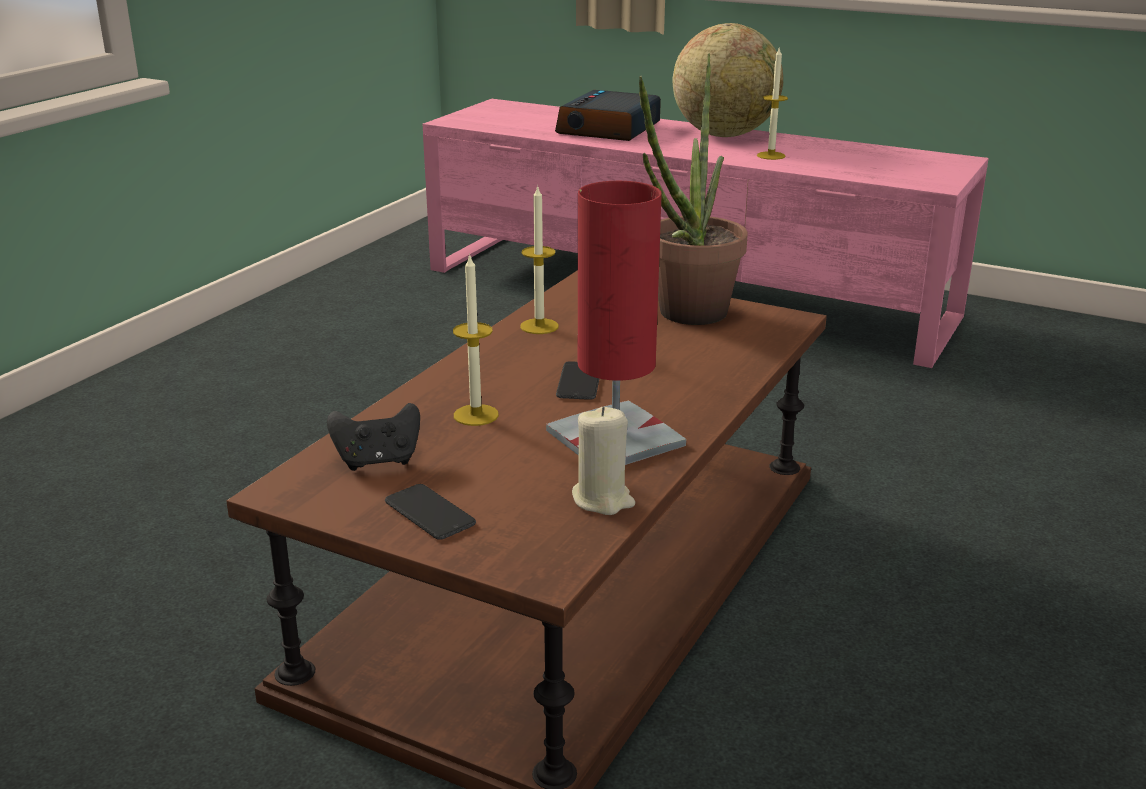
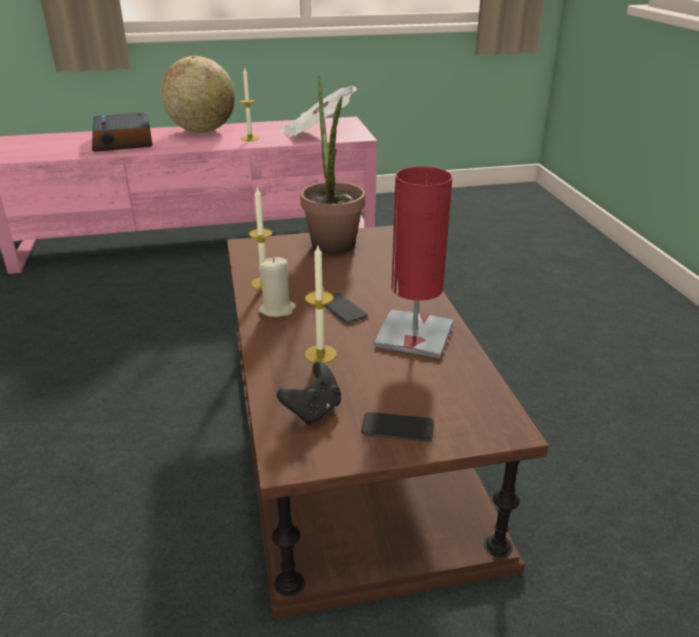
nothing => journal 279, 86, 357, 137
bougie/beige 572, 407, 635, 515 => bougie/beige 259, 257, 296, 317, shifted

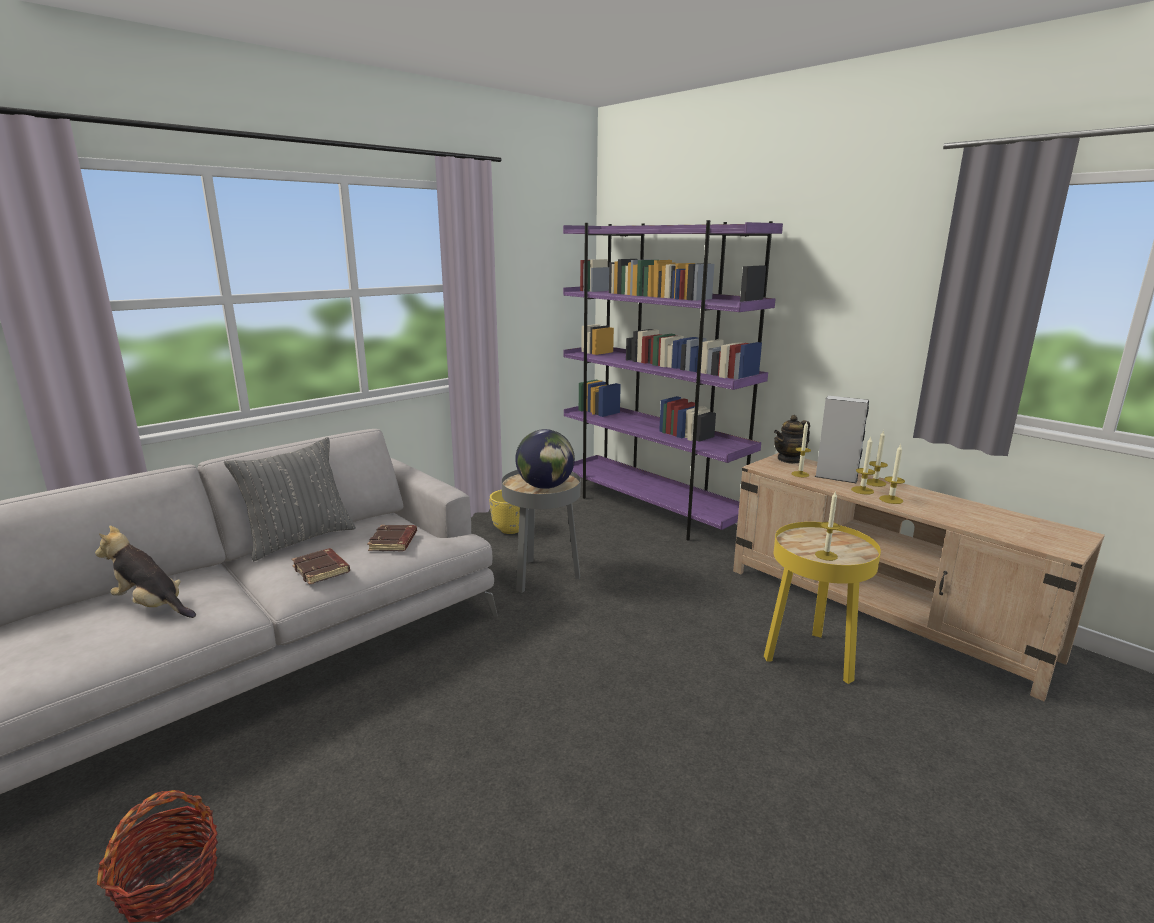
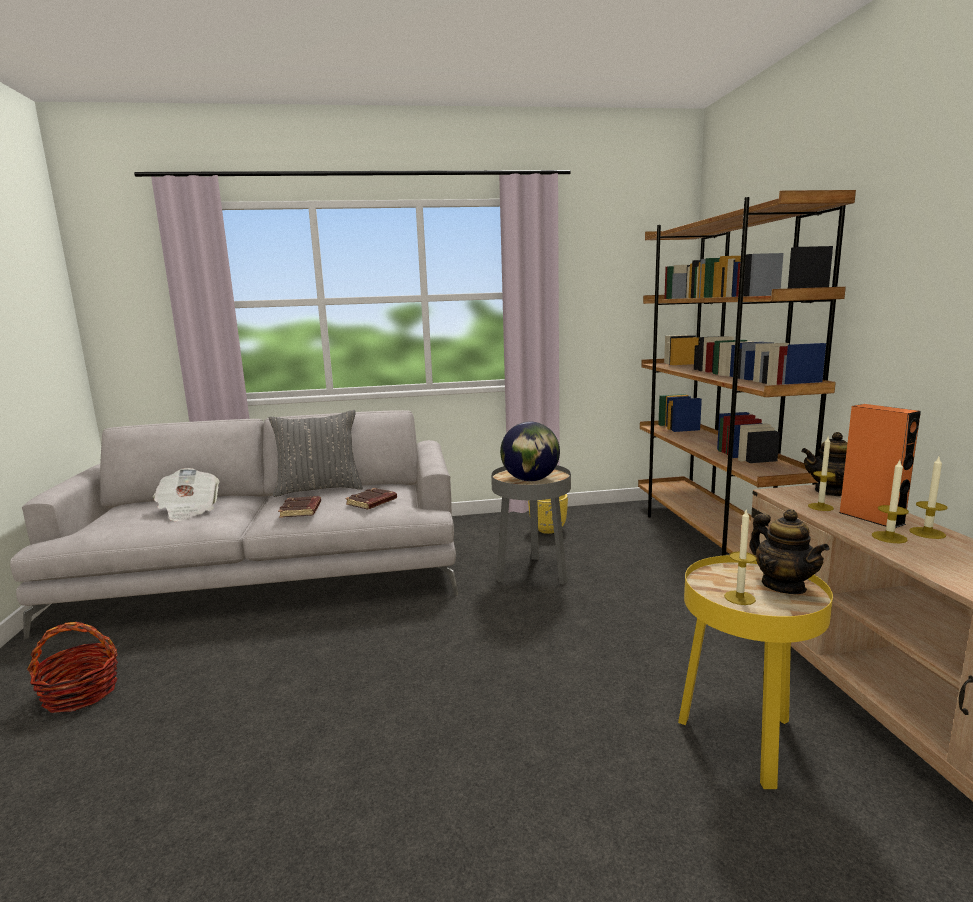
bougie 879, 444, 905, 504 => nothing
nothing => théière 749, 509, 830, 594
peluche 95, 526, 196, 618 => journal 153, 468, 220, 521
bibliothèque/violet 563, 220, 783, 541 => bibliothèque/marron 638, 190, 856, 556
enceinte/gris 815, 396, 869, 483 => enceinte/orange 839, 404, 921, 528

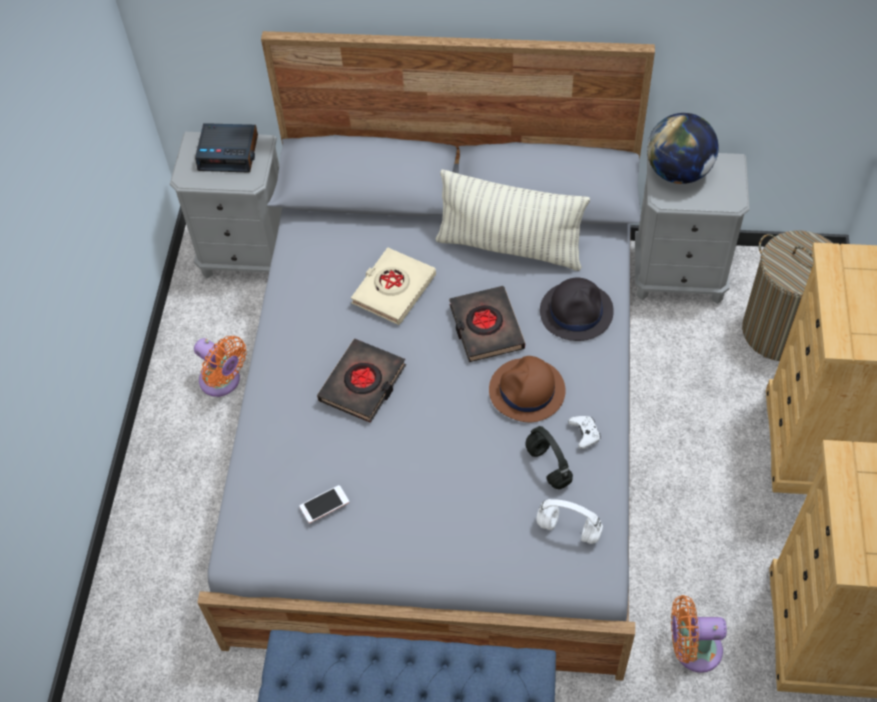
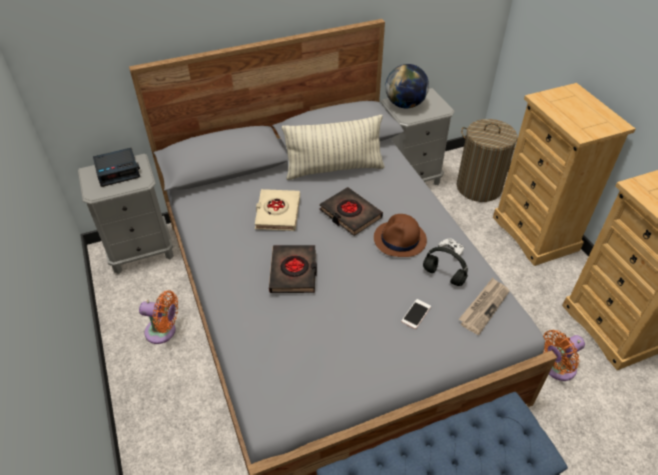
chapeau/noir 540, 278, 614, 341 => nothing
téléphone 300, 485, 349, 523 => téléphone 401, 299, 431, 329, shifted
casque audio/blanc 536, 499, 603, 544 => journal 459, 278, 509, 335

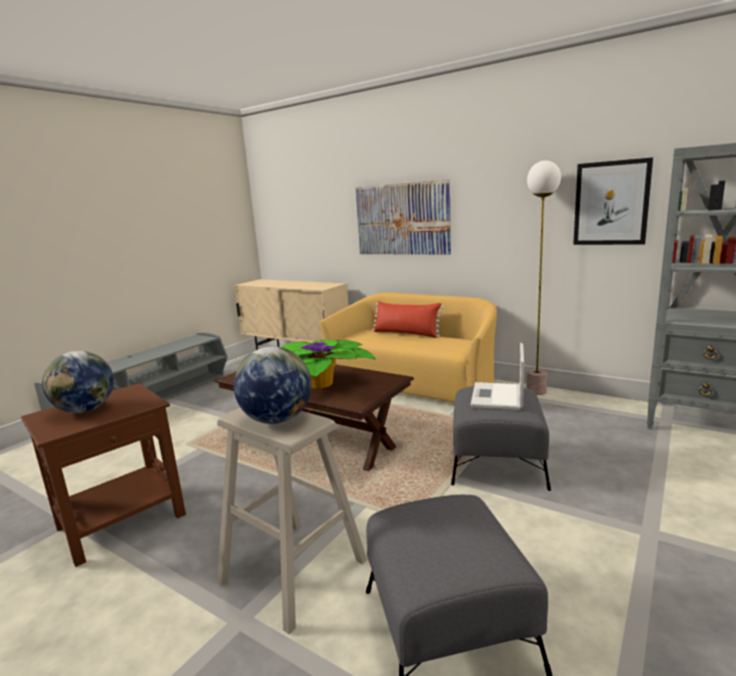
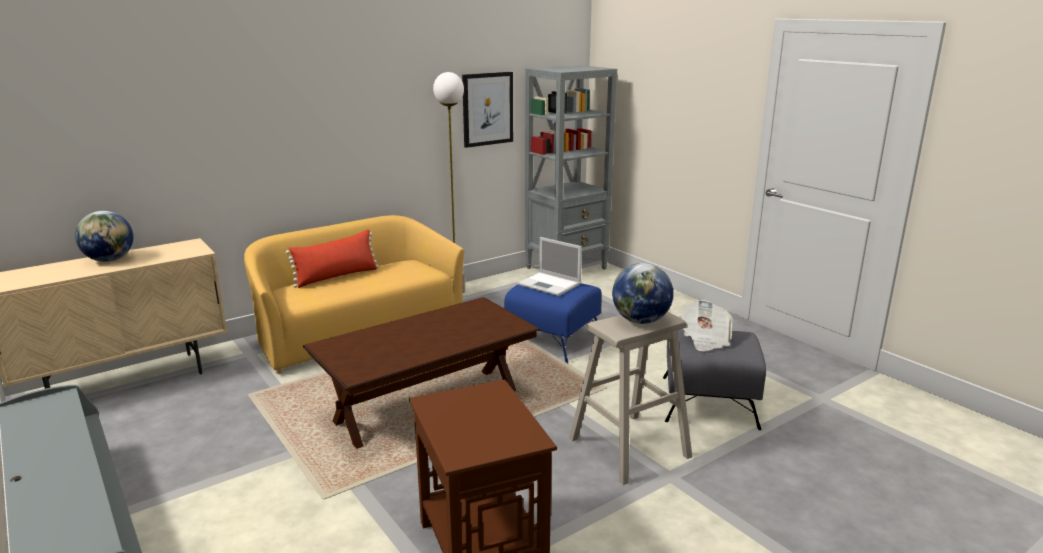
plante en pot 282, 340, 376, 389 => nothing
tableau 355, 179, 451, 255 => nothing
nothing => journal 681, 300, 733, 351
globe 42, 351, 114, 413 => globe 75, 211, 133, 262, shifted
pouf/gris 451, 386, 551, 491 => pouf/bleu 504, 283, 602, 363

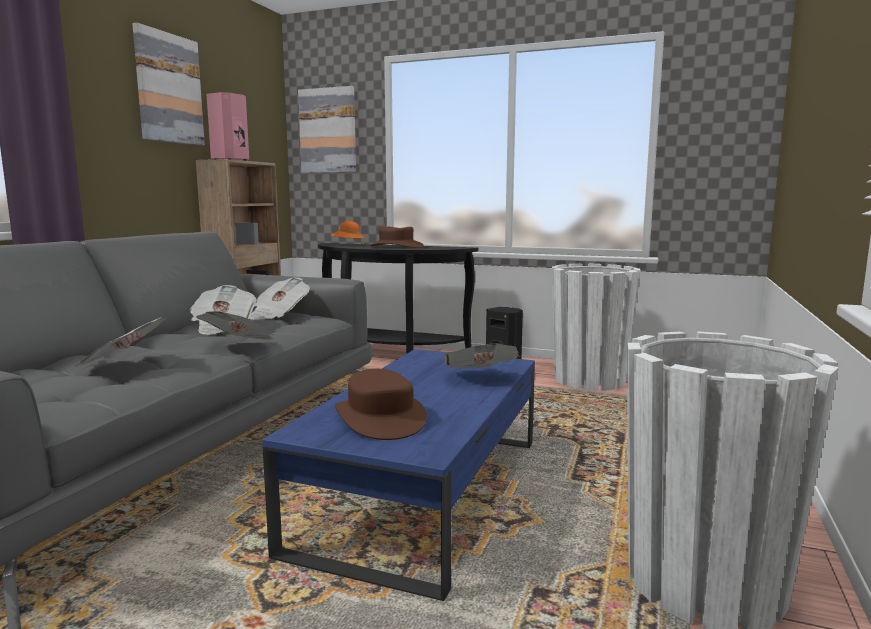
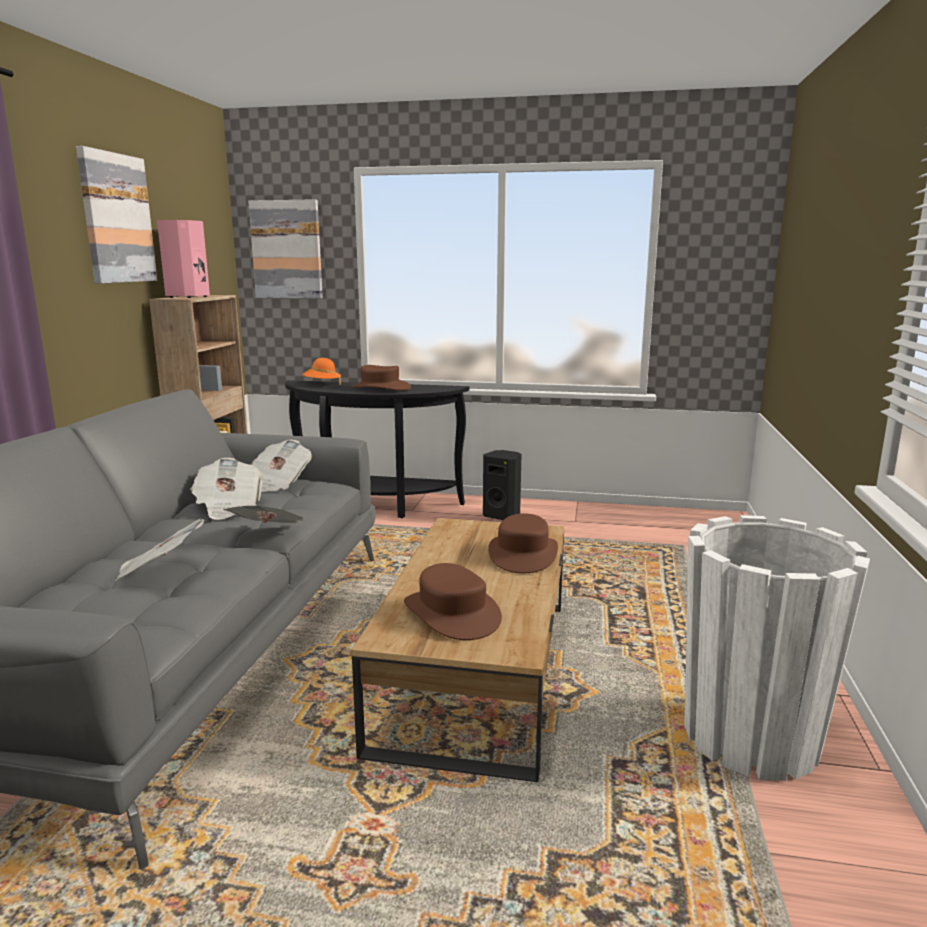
cache-pot/blanc 552, 263, 641, 391 => nothing
journal 444, 343, 519, 368 => chapeau/marron 488, 513, 558, 573
table basse/bleu 262, 349, 535, 601 => table basse/marron 352, 518, 564, 782

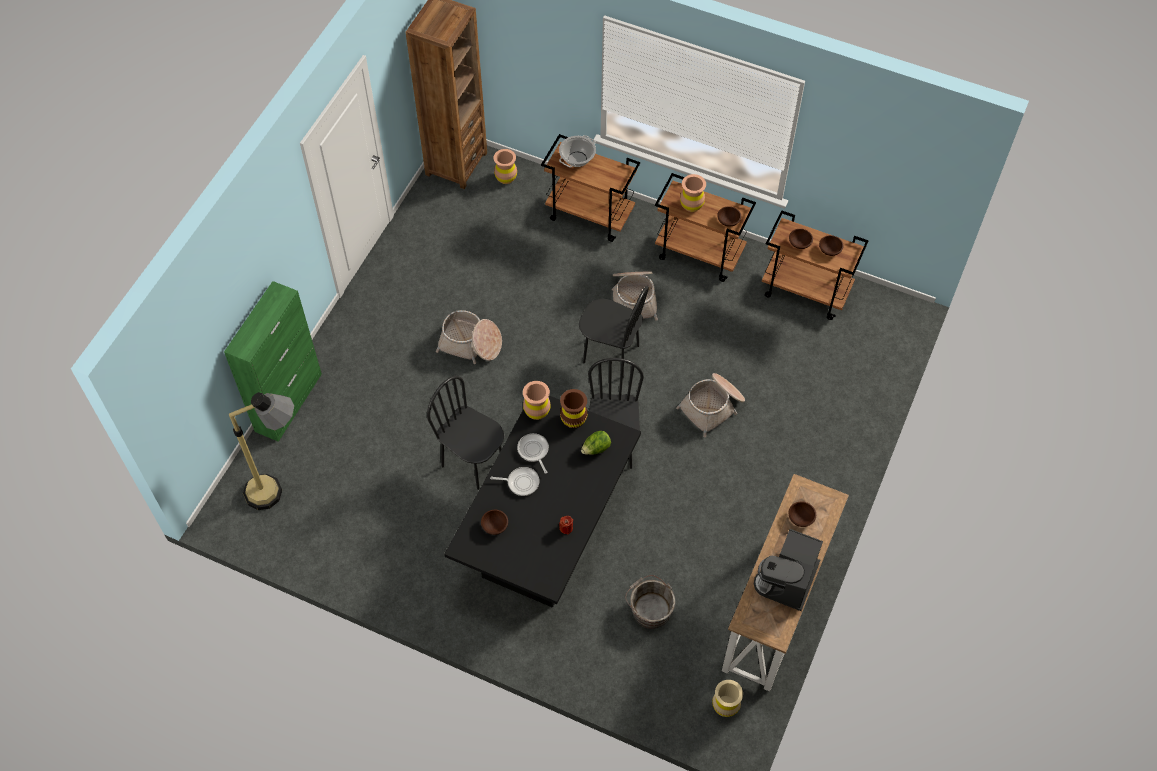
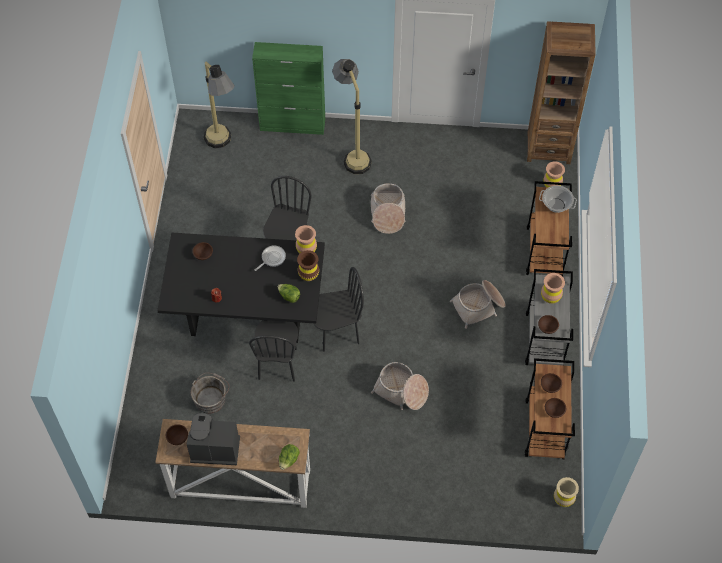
poêle 490, 467, 540, 496 => nothing
nothing => laitue 279, 444, 300, 470
nothing => lampadaire 332, 59, 372, 174
chaise/noir 579, 286, 649, 378 => chaise/noir 249, 320, 298, 382, shifted
vase/beige 712, 680, 743, 717 => vase/beige 554, 477, 579, 507, shifted
bol/marron 789, 502, 816, 527 => bol/marron 166, 424, 188, 445, shifted
chariot/marron 655, 173, 756, 282 => chariot/gris 525, 269, 573, 366

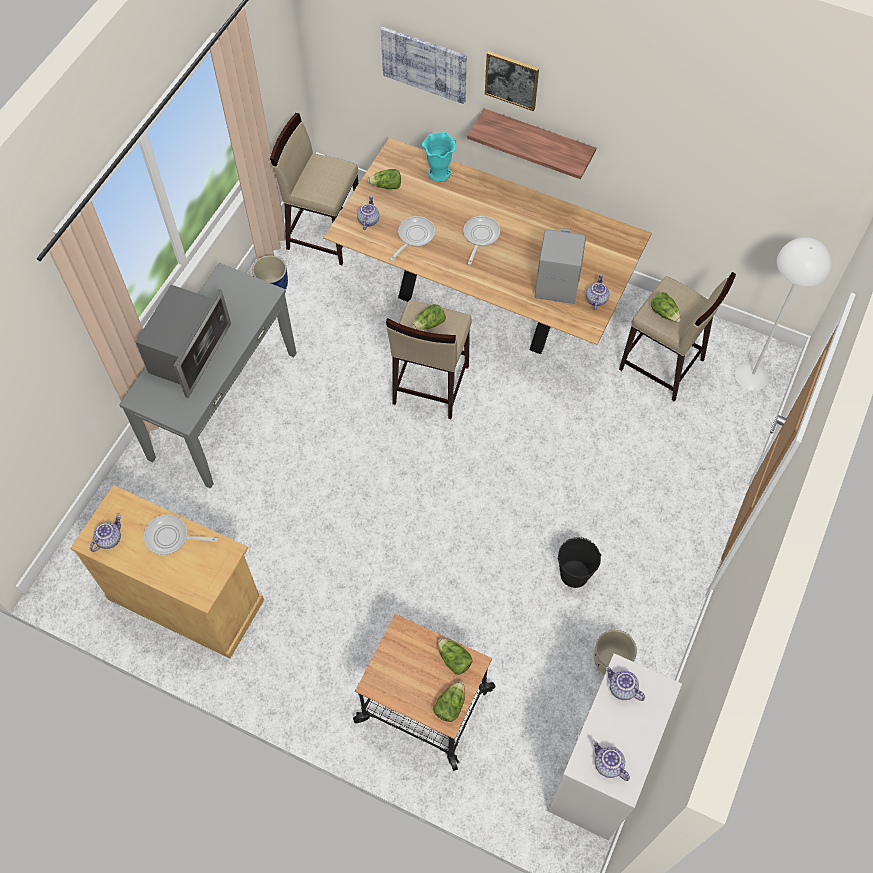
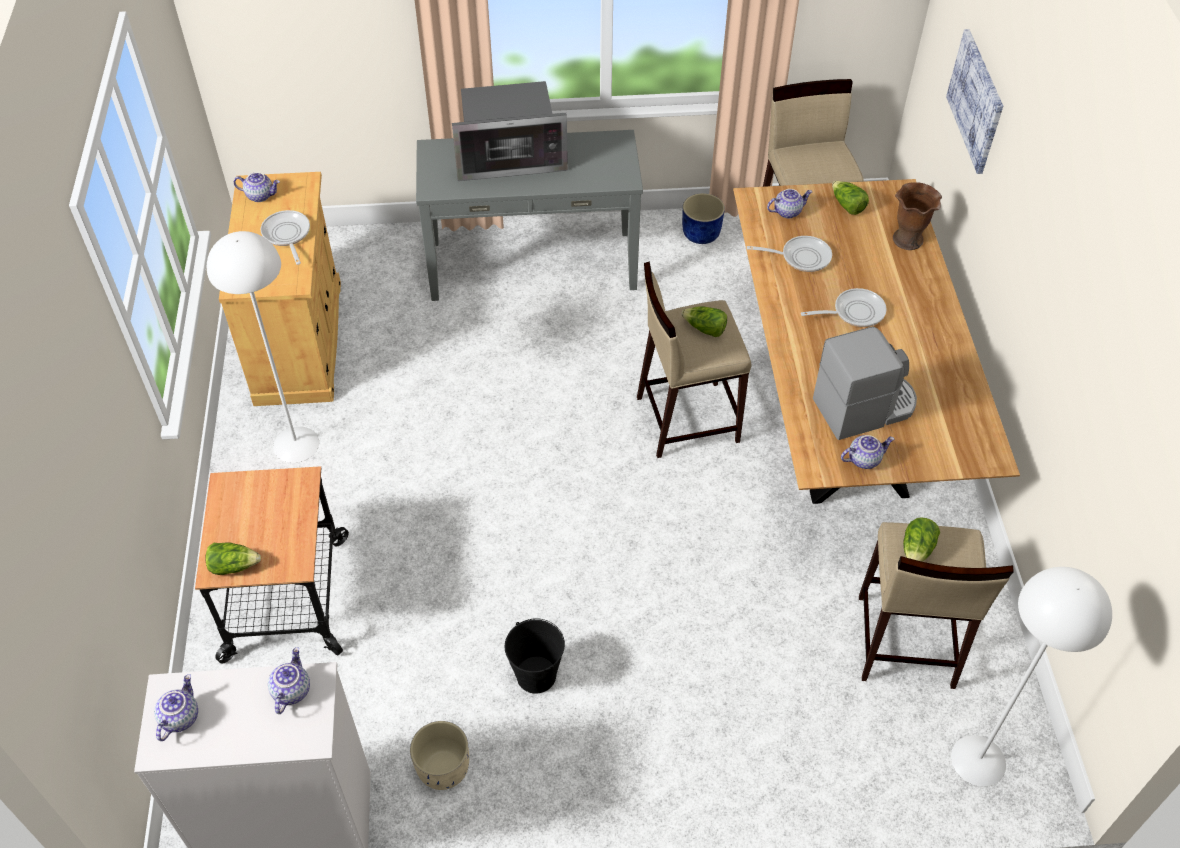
laitue 438, 638, 472, 675 => nothing
étagère 467, 108, 596, 179 => nothing
tableau 485, 51, 539, 111 => nothing
nothing => lampadaire/blanc 207, 231, 319, 463
vase/turquoise 422, 132, 456, 182 => vase/marron 893, 182, 942, 250

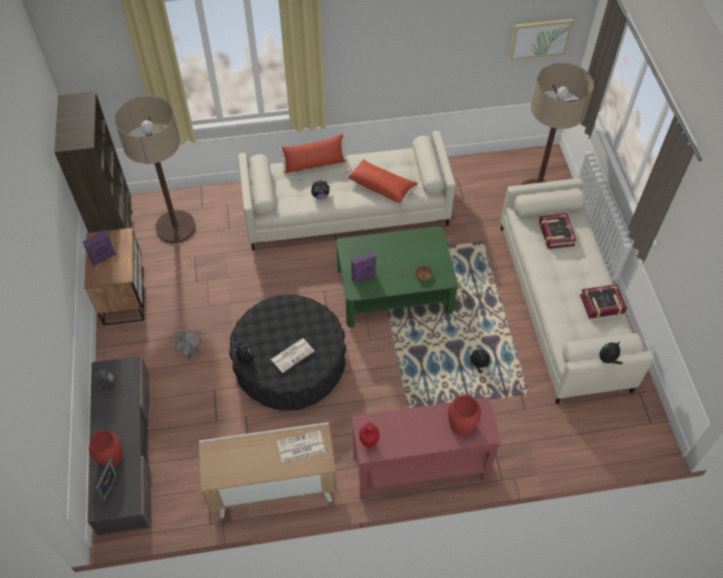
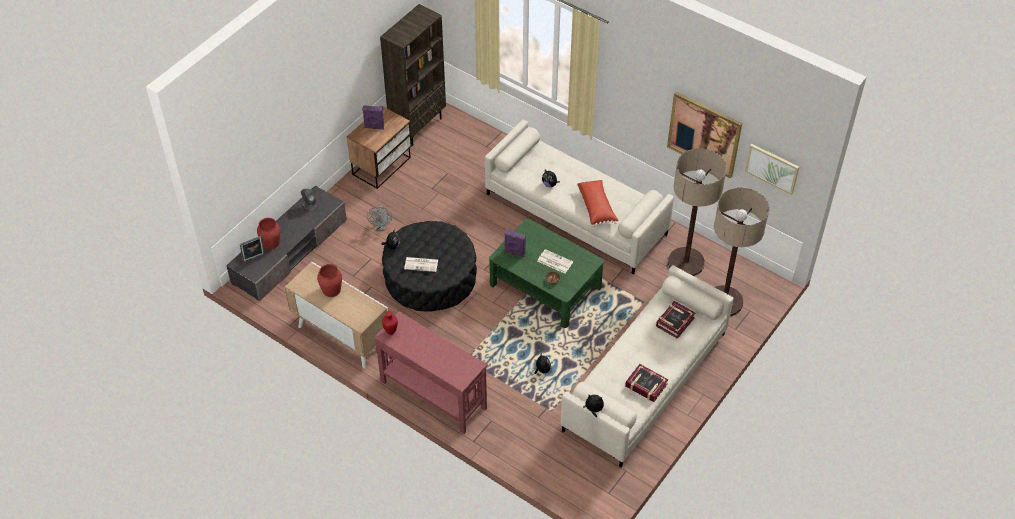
coussin/rouge 280, 134, 347, 173 => nothing
nothing => tableau 667, 92, 742, 179
lampadaire 115, 96, 196, 243 => lampadaire 668, 148, 727, 276, shifted
journal 277, 430, 325, 462 => journal 537, 249, 573, 274, shifted
vase/rouge 448, 395, 481, 435 => vase/rouge 317, 264, 342, 297, shifted

